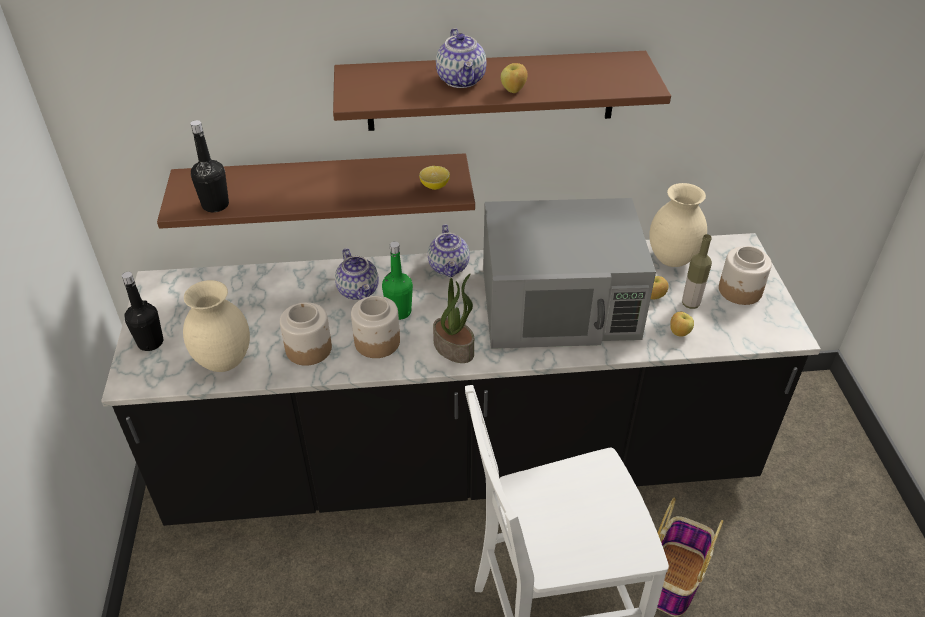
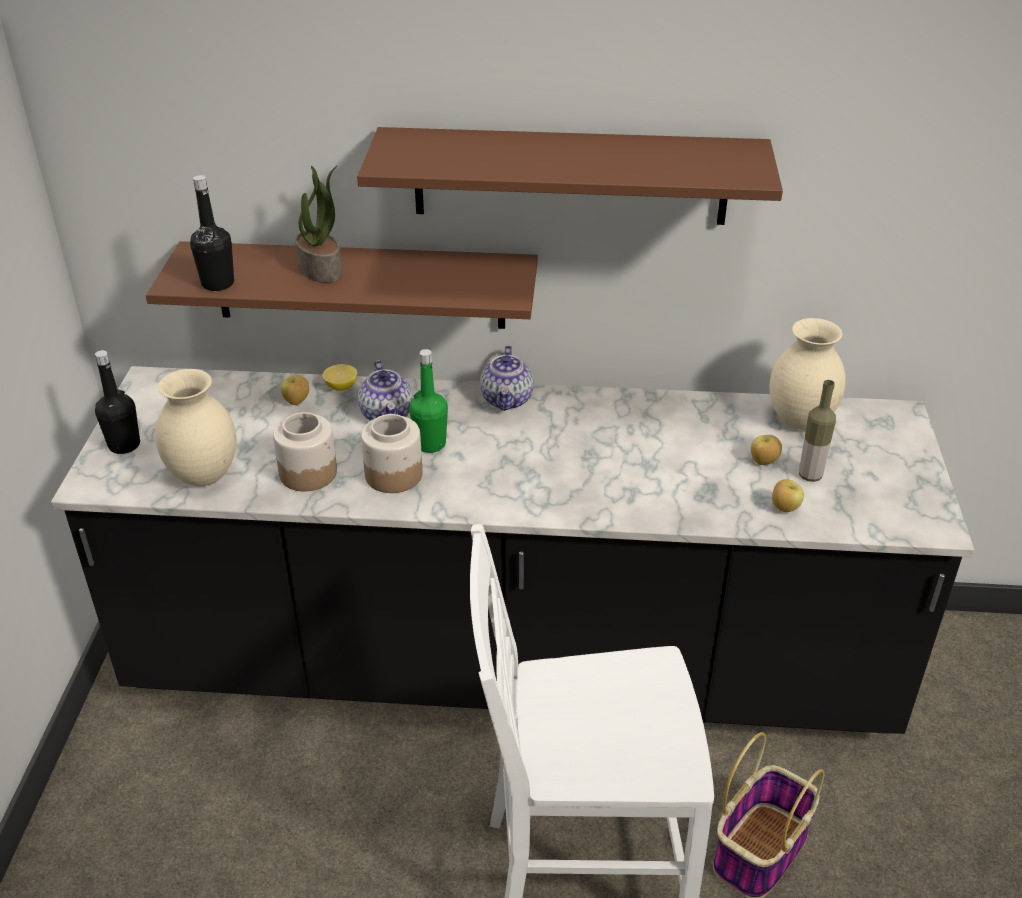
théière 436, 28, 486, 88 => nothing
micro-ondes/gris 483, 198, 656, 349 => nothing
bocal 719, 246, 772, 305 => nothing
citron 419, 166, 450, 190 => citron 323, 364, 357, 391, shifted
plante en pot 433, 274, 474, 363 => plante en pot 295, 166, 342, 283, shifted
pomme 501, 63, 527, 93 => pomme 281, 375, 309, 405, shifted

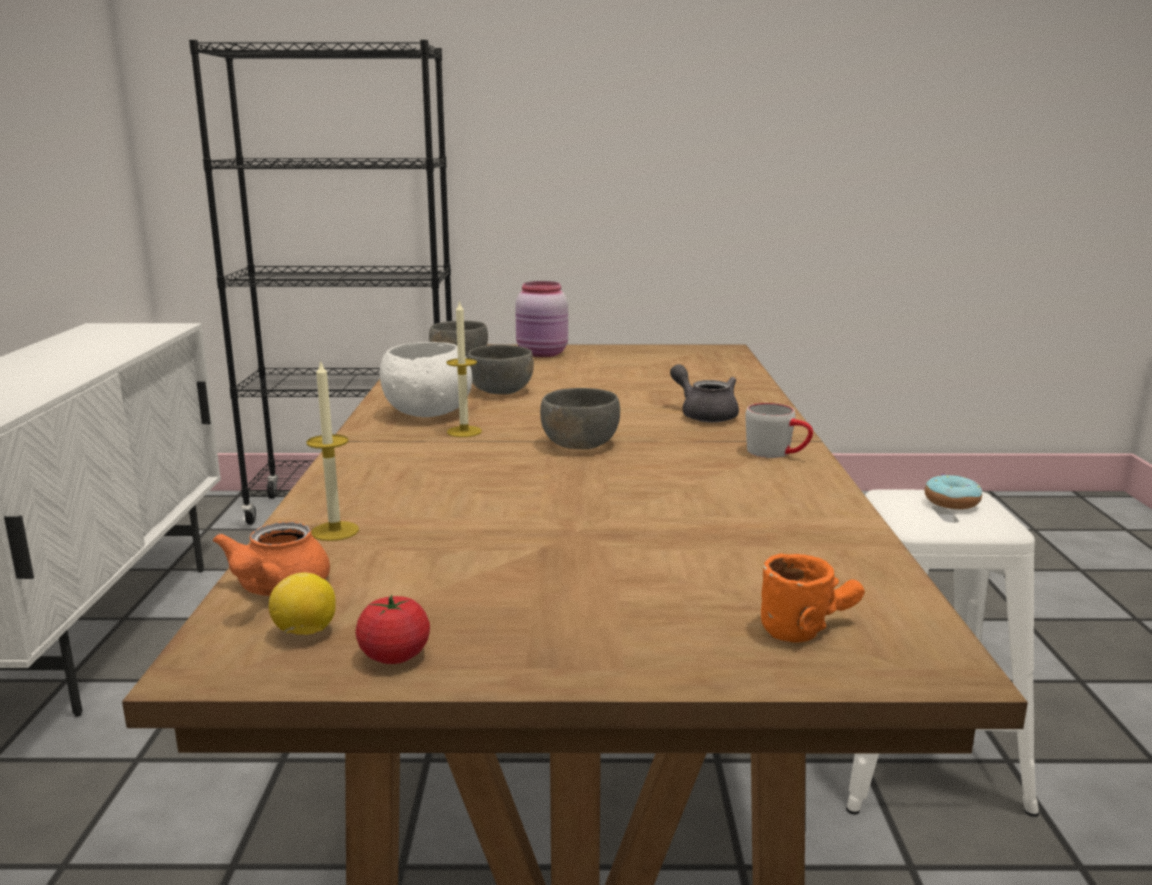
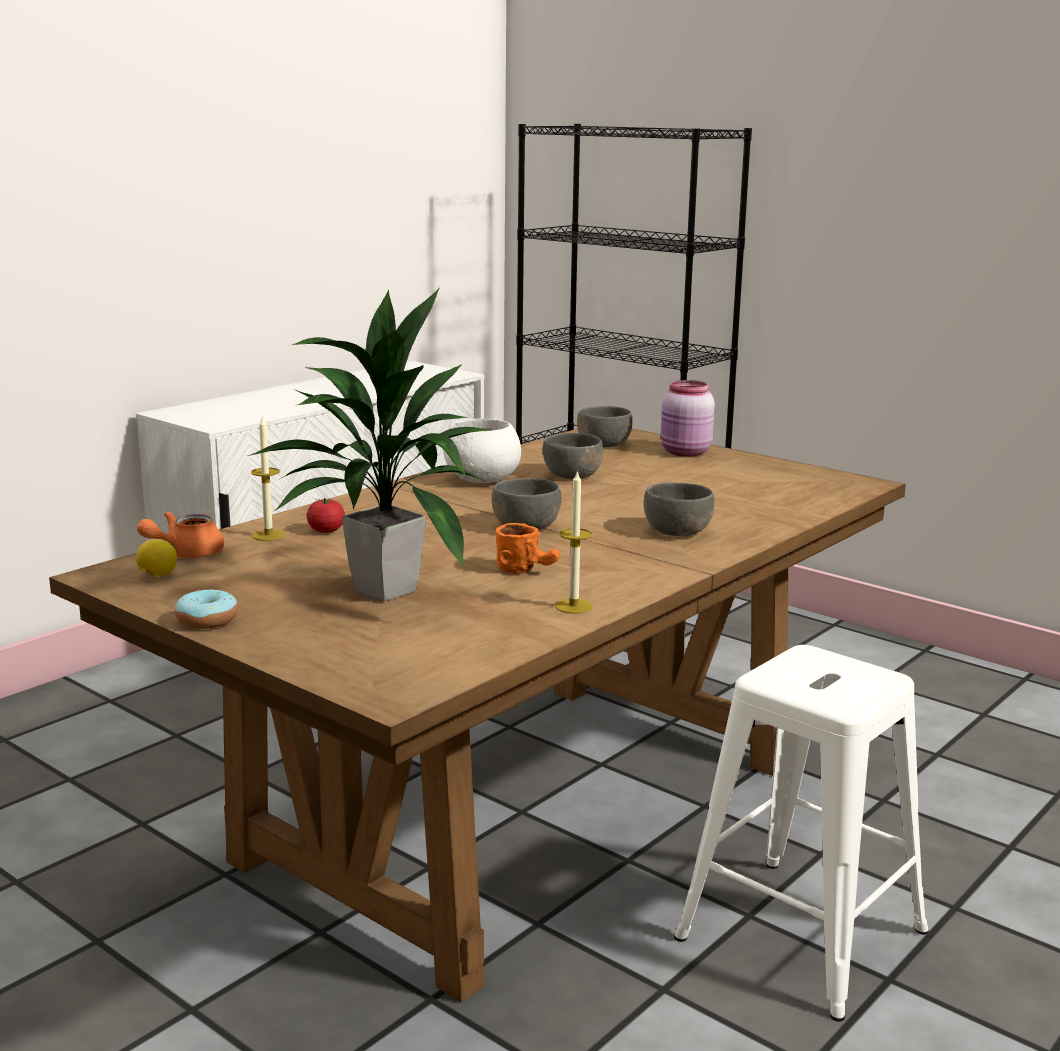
mug/gris 745, 403, 813, 458 => nothing
nothing => plante en pot 248, 288, 490, 602
tomate 356, 595, 430, 664 => tomate 307, 498, 345, 533, shifted
bougie 447, 300, 482, 437 => bougie 555, 472, 593, 614, shifted
mug/orange 761, 553, 865, 643 => mug/orange 496, 523, 559, 574, shifted
beignet 925, 474, 982, 509 => beignet 175, 589, 238, 629, shifted
théière/gris 670, 364, 739, 423 => bol/gris 643, 482, 714, 536

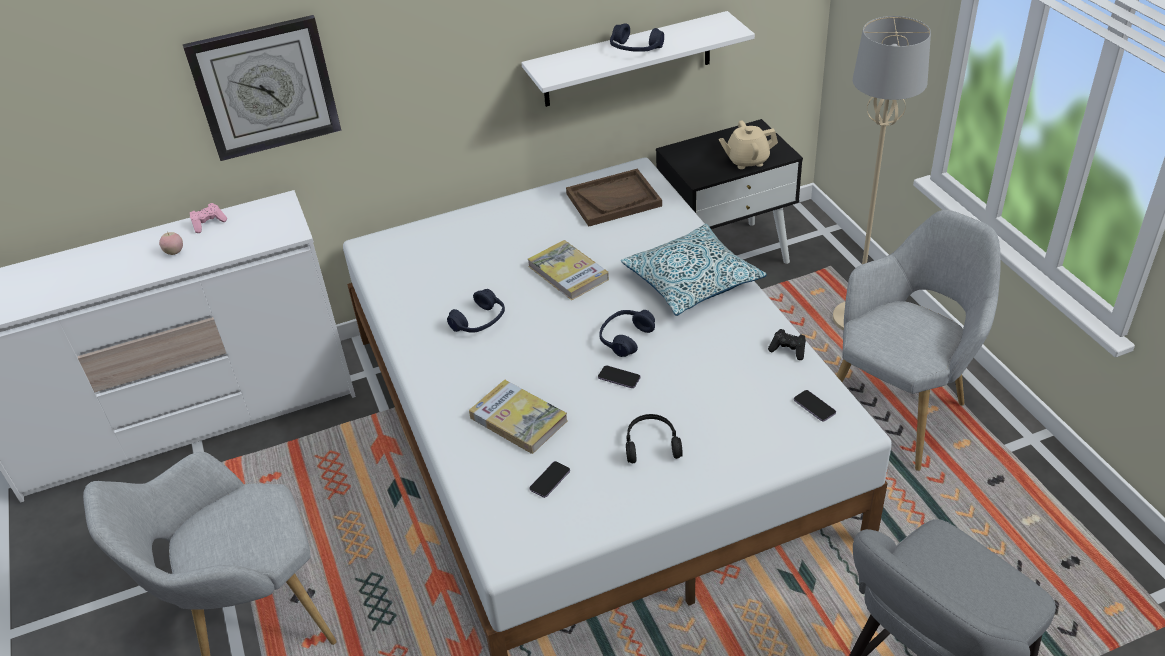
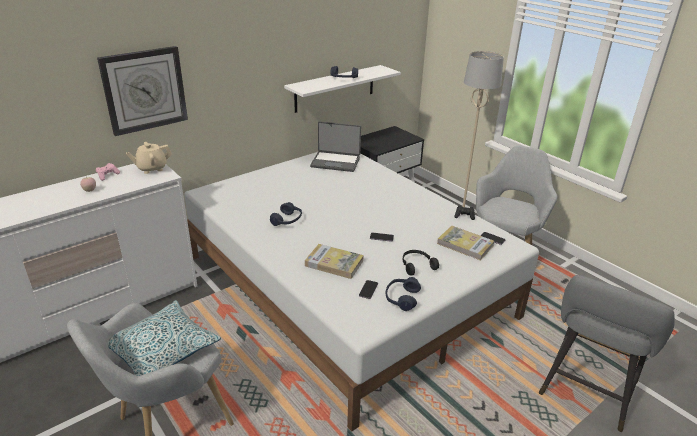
livre 528, 240, 609, 300 => livre 437, 226, 494, 261, shifted
casque audio/bleu 599, 310, 655, 357 => casque audio/bleu 385, 277, 421, 311, shifted
coussin 621, 224, 767, 316 => coussin 108, 300, 221, 376, shifted
théière/beige 719, 120, 778, 169 => théière/beige 126, 142, 172, 174, shifted
plateau/marron 566, 169, 662, 227 => ordinateur portable 310, 121, 361, 172

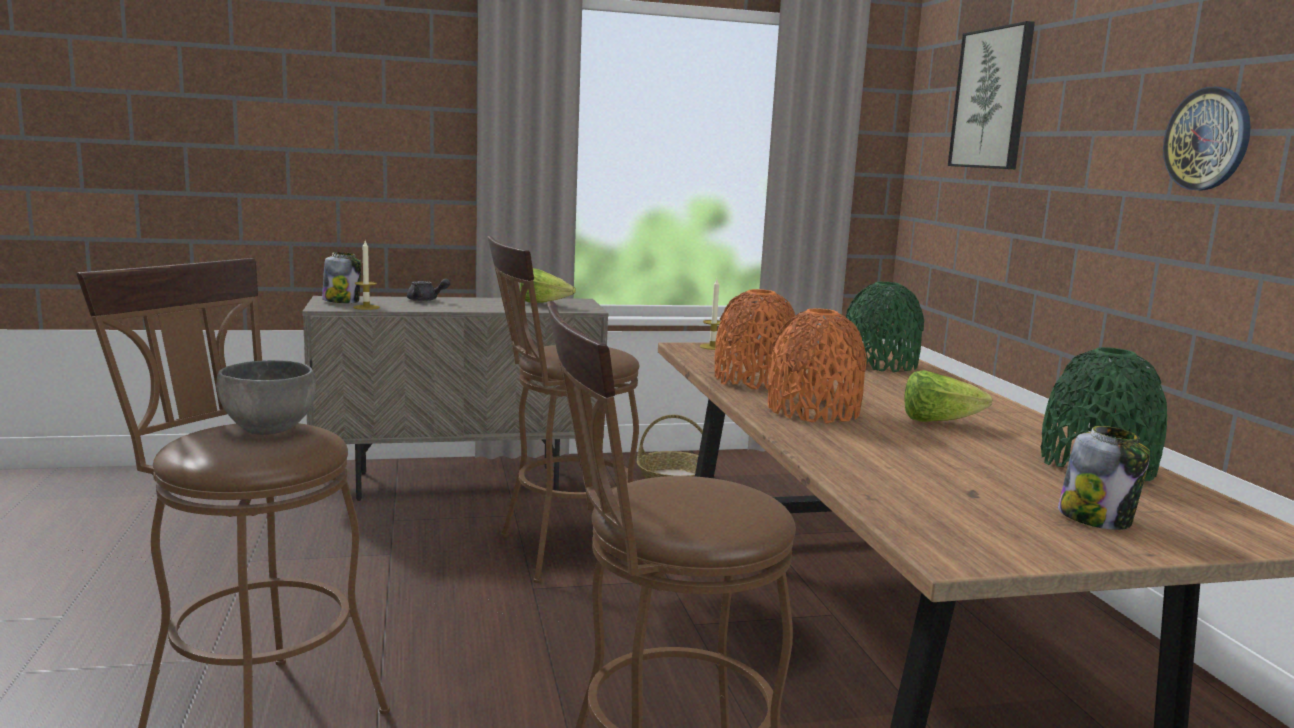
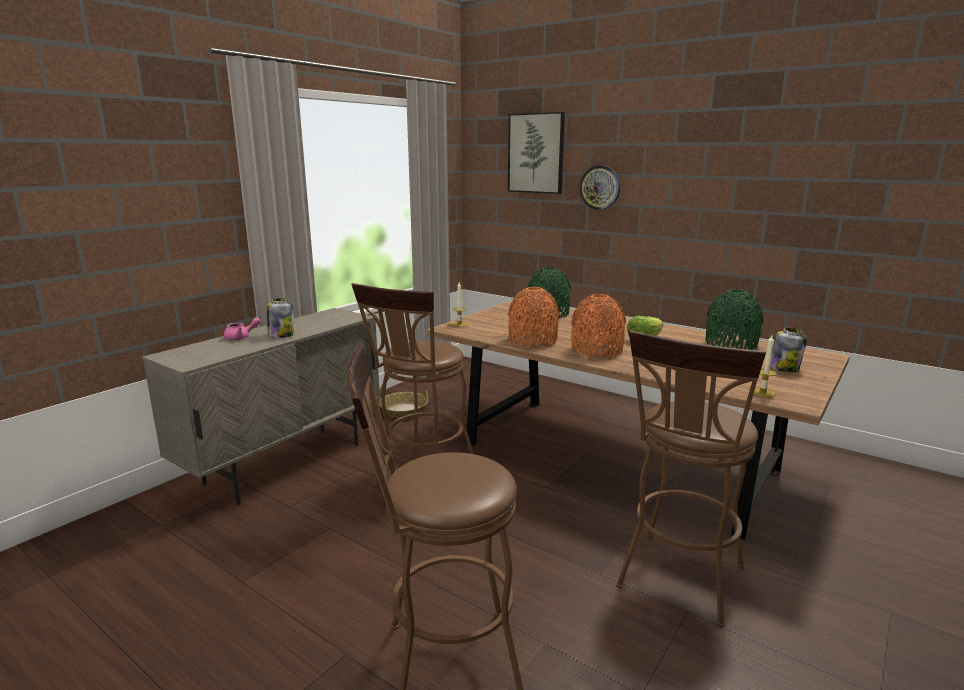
bol/gris 216, 360, 316, 435 => nothing
laitue 520, 268, 576, 303 => nothing
bocal 322, 252, 361, 303 => bocal 267, 298, 294, 338, shifted
bougie 353, 241, 380, 310 => bougie 754, 335, 777, 397, shifted
horloge murale 1163, 87, 1251, 191 => horloge murale 579, 165, 620, 210, shifted
théière/gris 407, 279, 450, 301 => théière/rose 224, 317, 261, 340

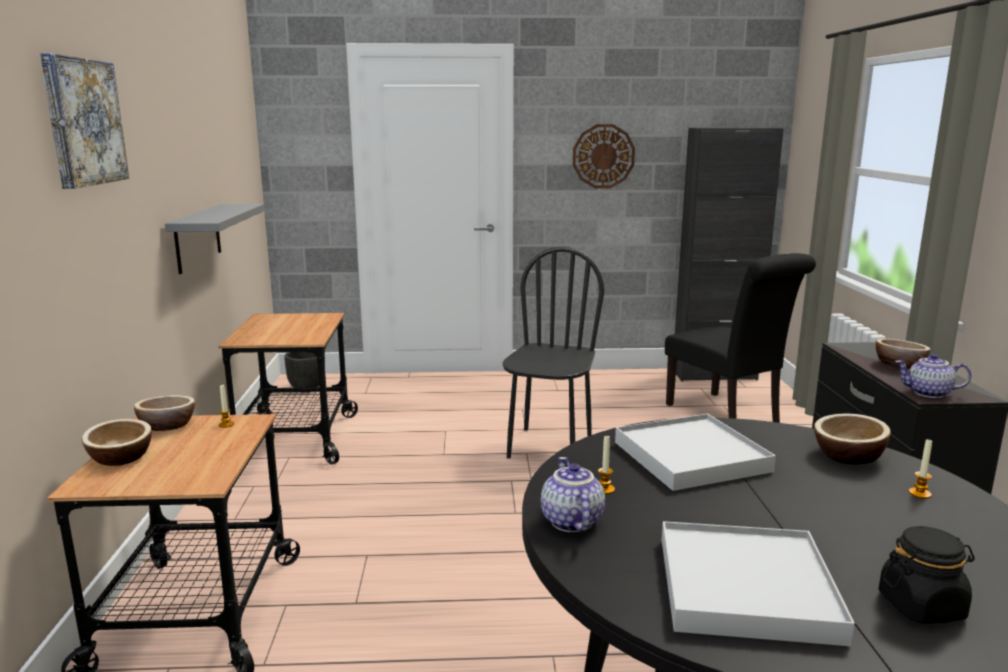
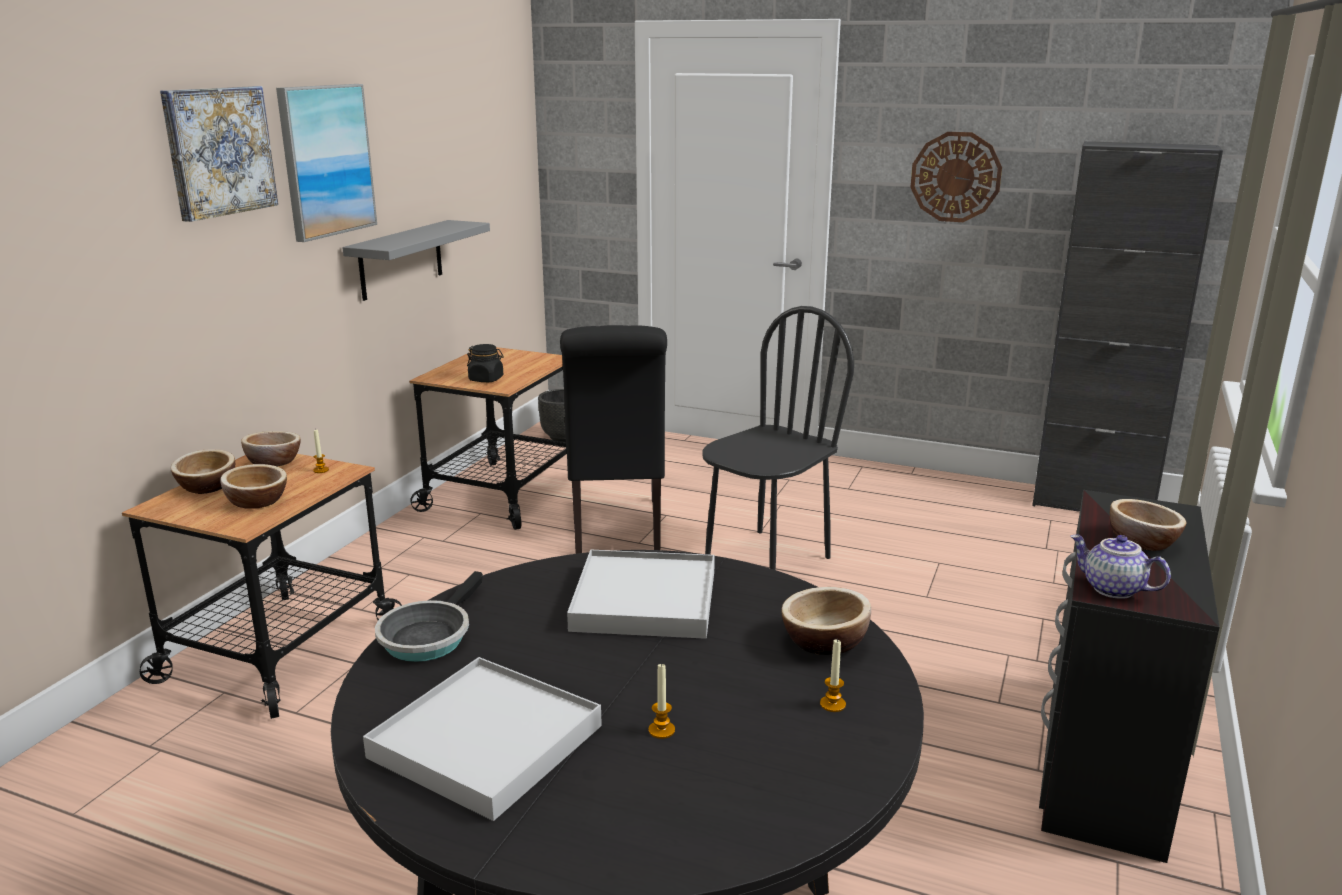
nothing => bol 220, 464, 287, 509
nothing => tableau 276, 84, 377, 242
bougie 598, 436, 615, 494 => bougie 649, 663, 675, 739, shifted
chaise/noir 665, 253, 816, 423 => chaise/noir 560, 325, 667, 554, shifted
bocal/noir 878, 526, 975, 624 => bocal/noir 467, 344, 504, 382, shifted
théière 541, 457, 605, 532 => poêle 375, 571, 483, 662

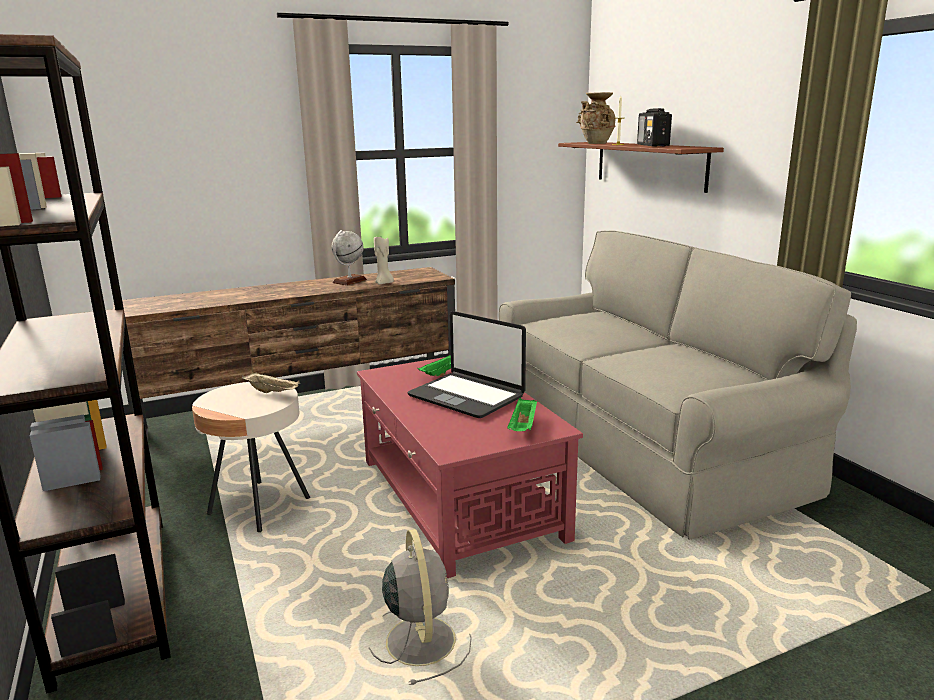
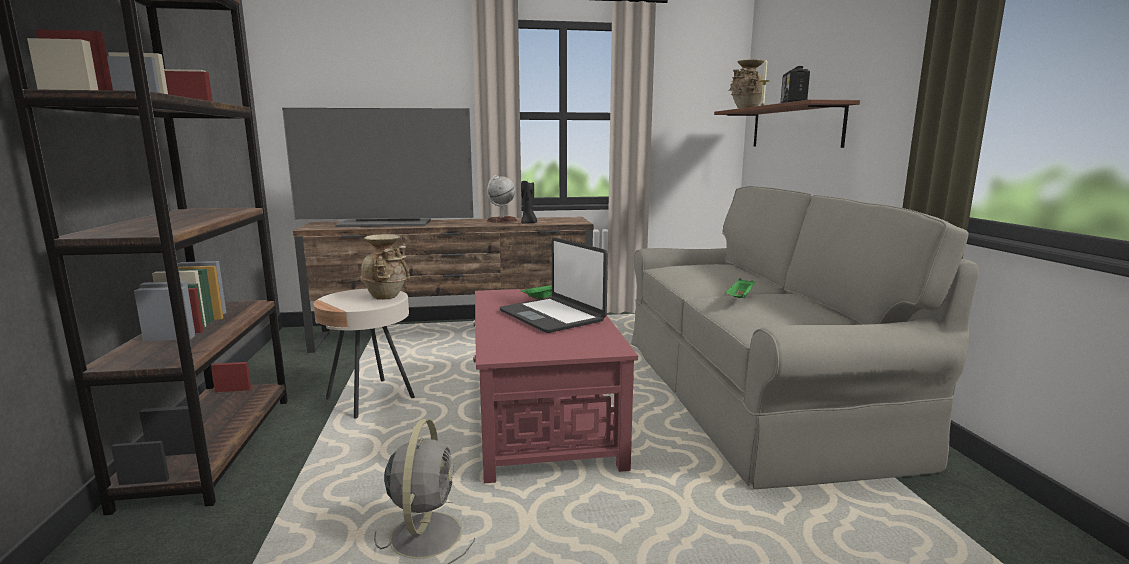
nothing => téléviseur 282, 108, 474, 227
plateau/vert 507, 398, 537, 431 => plateau/vert 725, 278, 755, 298, shifted
plateau/beige 242, 372, 300, 393 => vase/beige 360, 234, 410, 300
bougie/beige 374, 237, 394, 284 => bougie/noir 521, 180, 537, 224

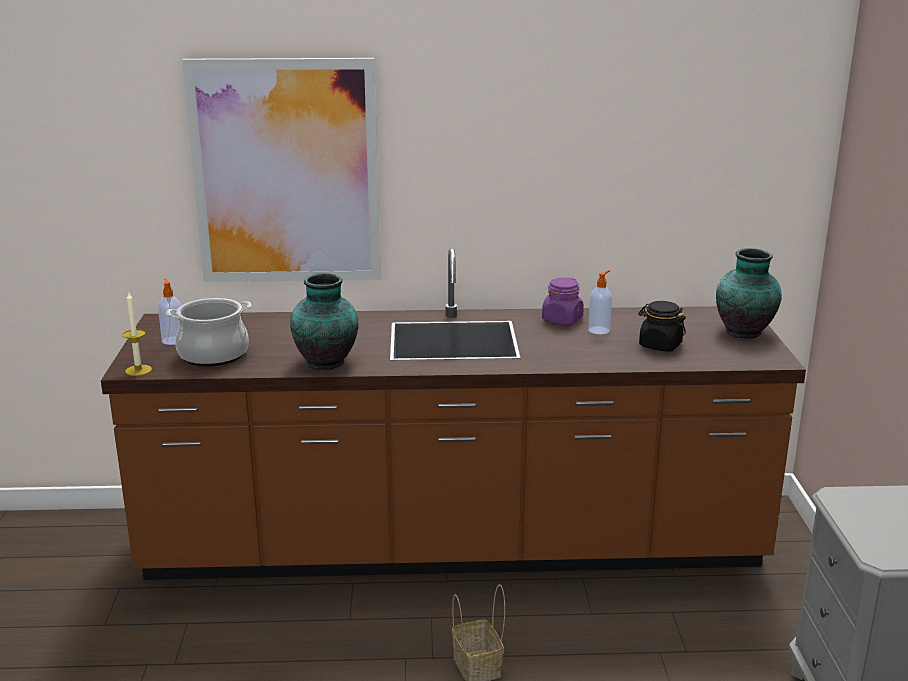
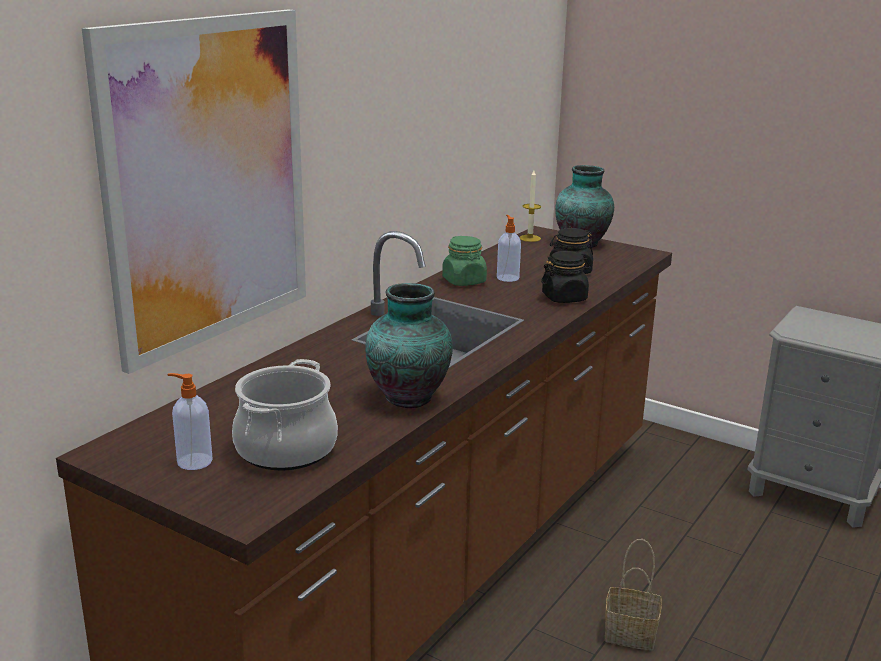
nothing => bocal/noir 541, 251, 592, 303
bougie 122, 291, 152, 376 => bougie 519, 170, 541, 242, shifted
bocal/violet 542, 277, 584, 325 => bocal/vert 442, 236, 487, 286

